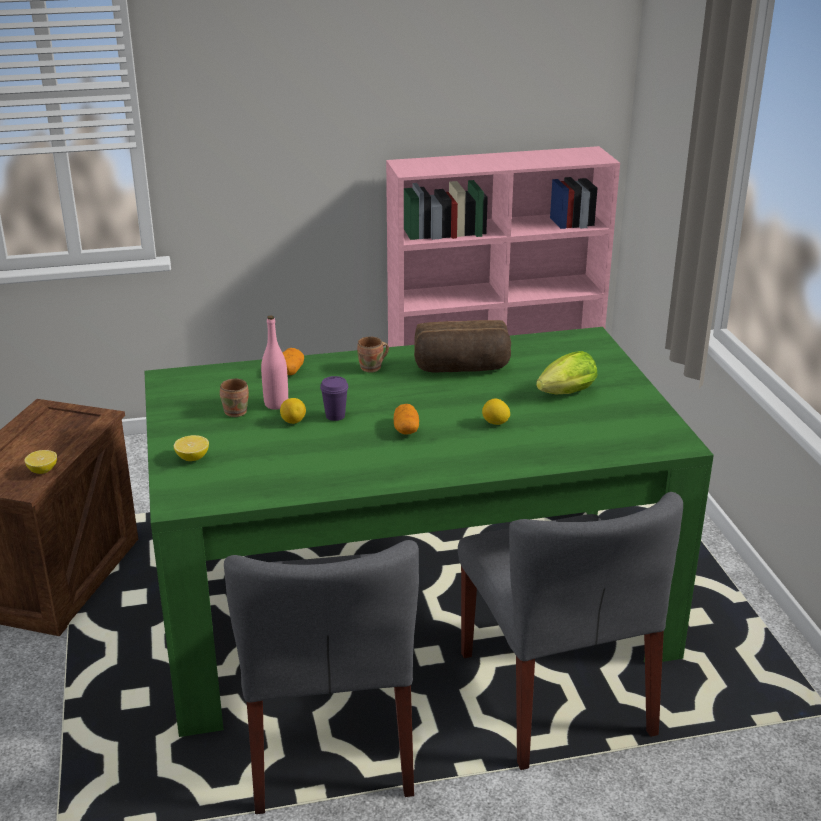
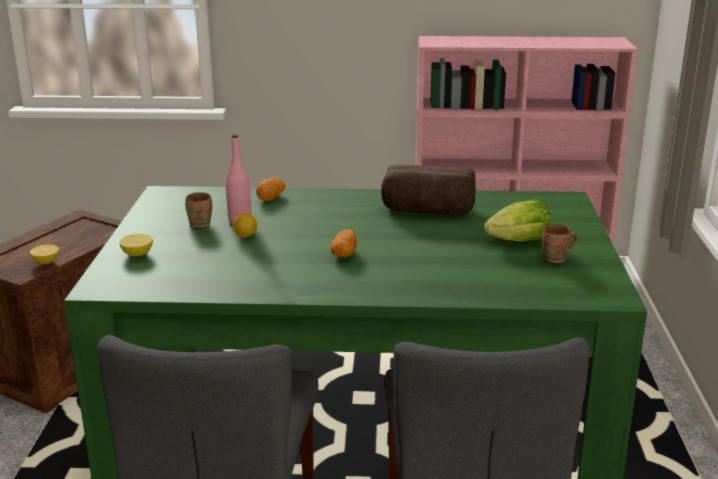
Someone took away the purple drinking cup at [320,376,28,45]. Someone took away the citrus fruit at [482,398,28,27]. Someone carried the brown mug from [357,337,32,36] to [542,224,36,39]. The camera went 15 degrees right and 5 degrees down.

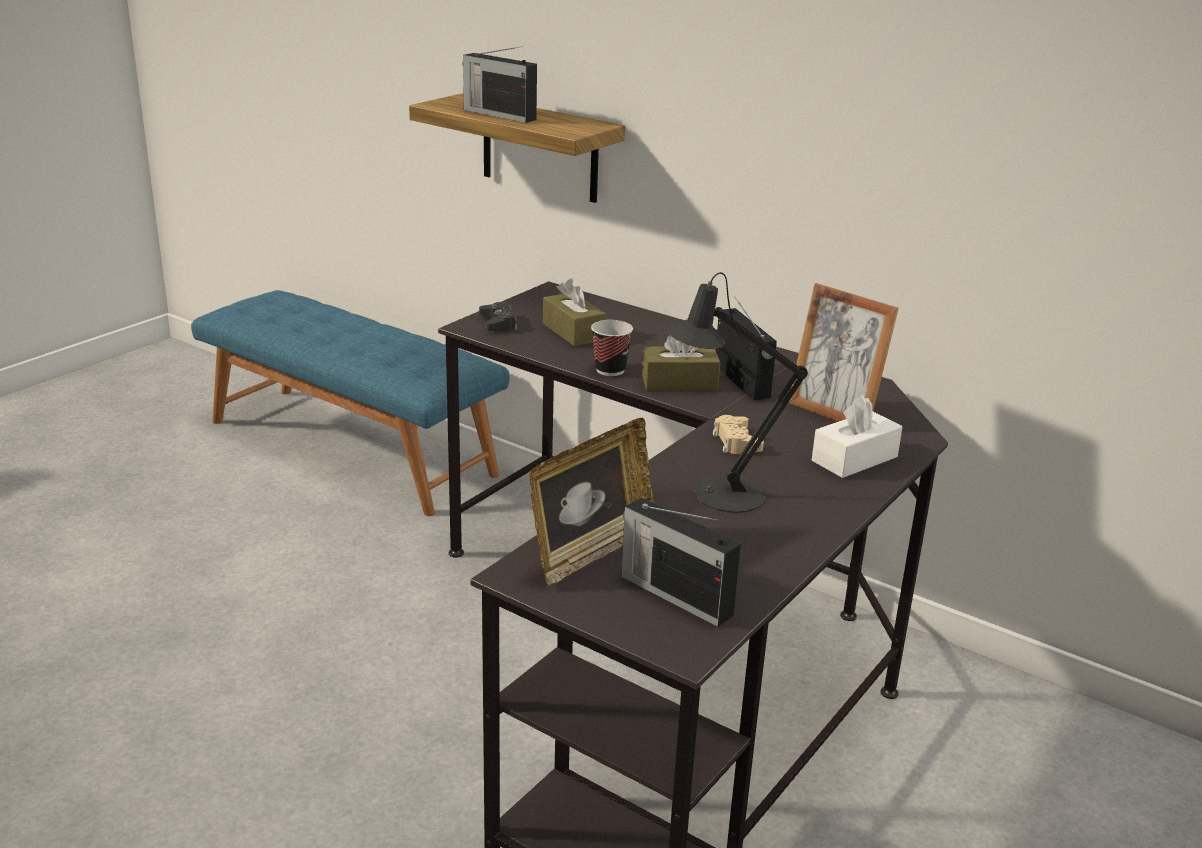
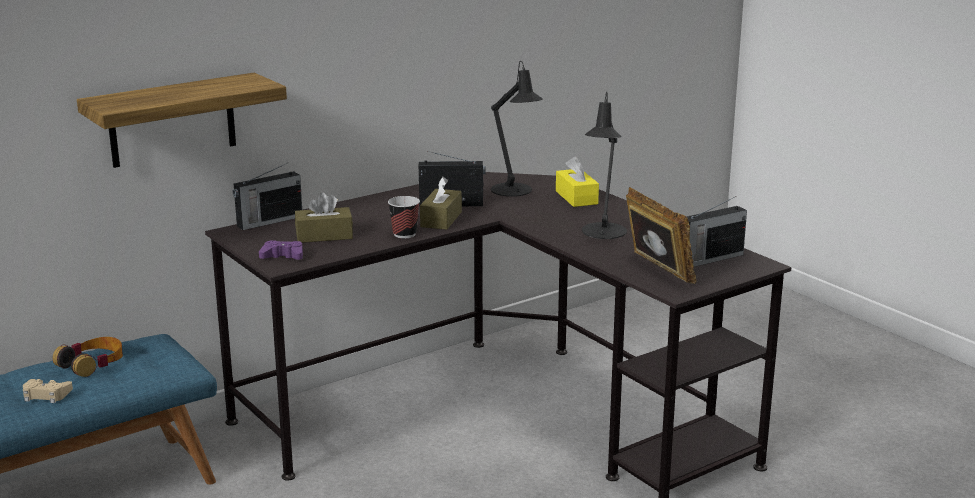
Someone put down the pair of headphones at [53,337,70,40]. Someone carried the radio receiver from [463,46,74,77] to [233,162,69,68]. Someone carried the beige game controller from [713,415,51,39] to [23,379,50,24]. Someone swapped the picture frame at [788,283,111,139] for the black tabletop lamp at [491,61,52,136]. Someone repainted the black game controller at [479,302,38,29], which became the purple game controller at [259,240,44,20]. Someone repainted the white-coloured box of tissues at [812,395,90,83], which became the yellowish box of tissues at [556,157,43,50]. The camera went 70 degrees left and 5 degrees down.

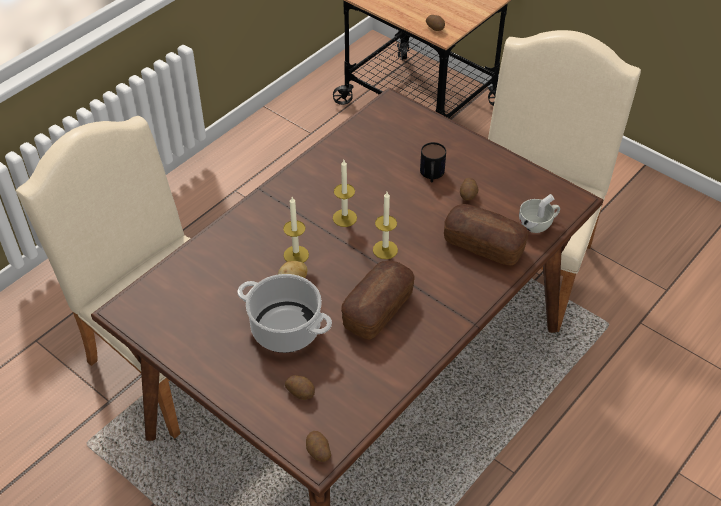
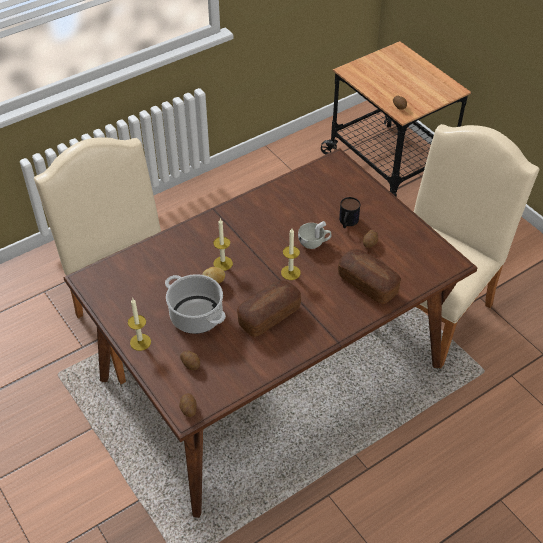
Someone carried the wax candle from [333,160,24,67] to [128,298,23,53]. Someone carried the white-coloured drinking cup from [519,194,41,39] to [298,221,34,28]. The camera went 15 degrees right and 0 degrees up.

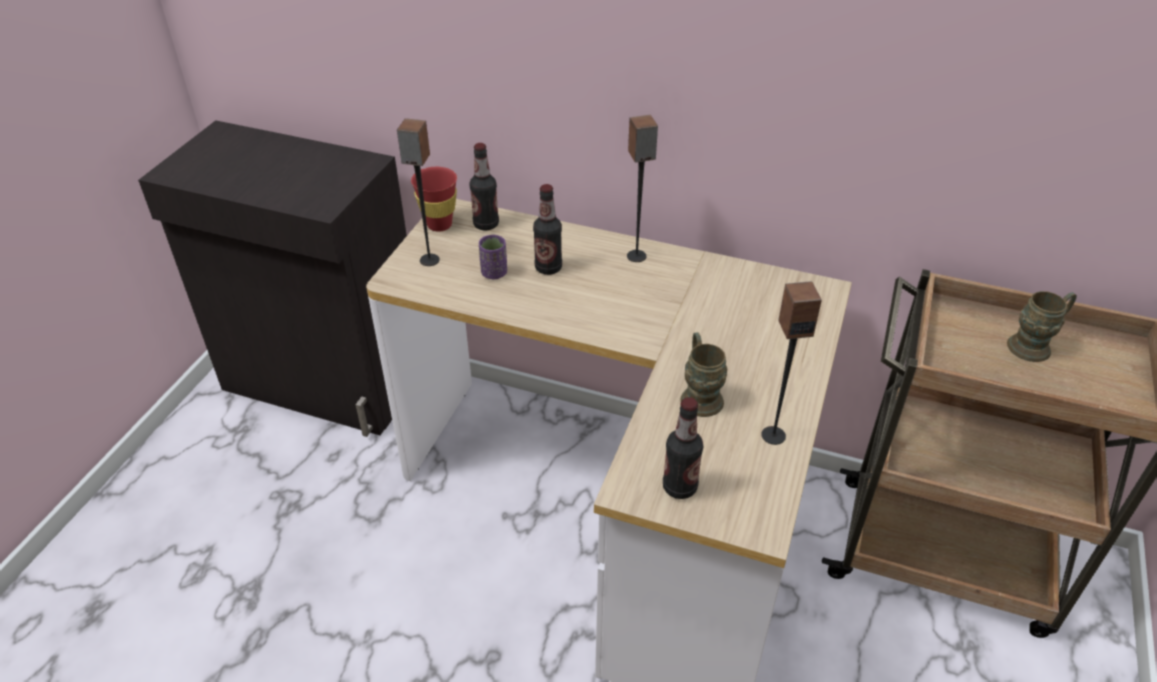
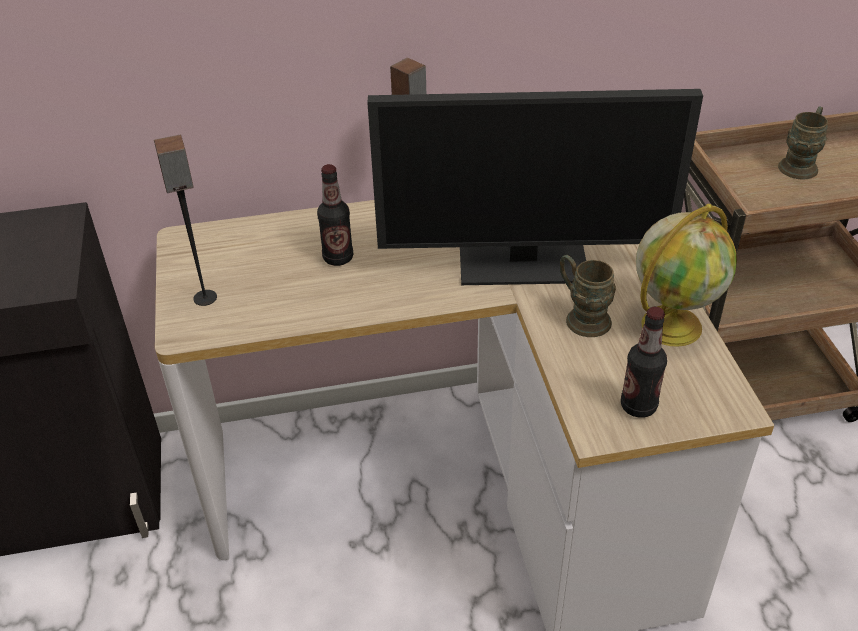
Someone took away the red-coloured drinking cup at [411,167,46,65]. Someone took away the beverage bottle at [469,143,30,87]. Someone took away the purple drinking cup at [479,235,28,44]. Someone put down the computer display at [367,89,336,196]. Someone swapped the audio speaker at [761,281,61,164] for the globe at [636,204,101,143]. The camera went 30 degrees left and 0 degrees up.

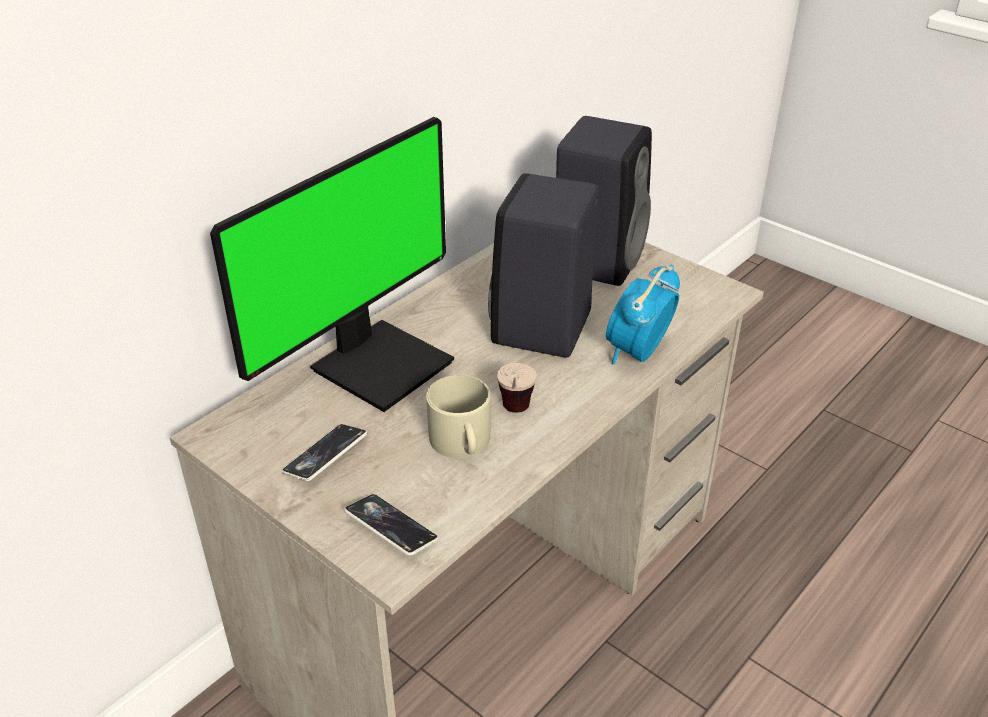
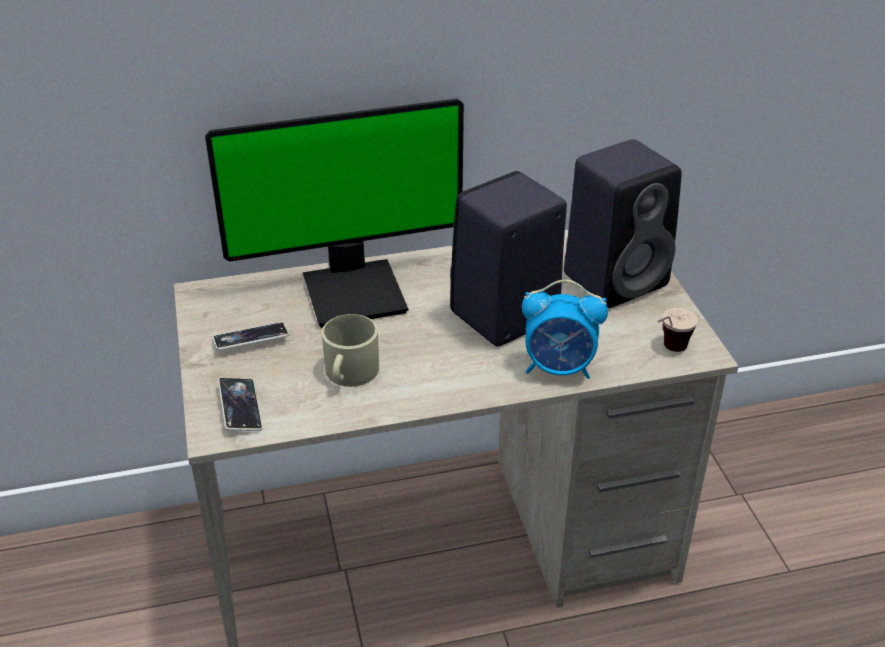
Someone carried the drinking cup from [497,363,40,50] to [658,308,40,44]. Someone rotated the alarm clock at [606,264,74,101] by 150 degrees counterclockwise. The camera went 35 degrees right and 0 degrees up.

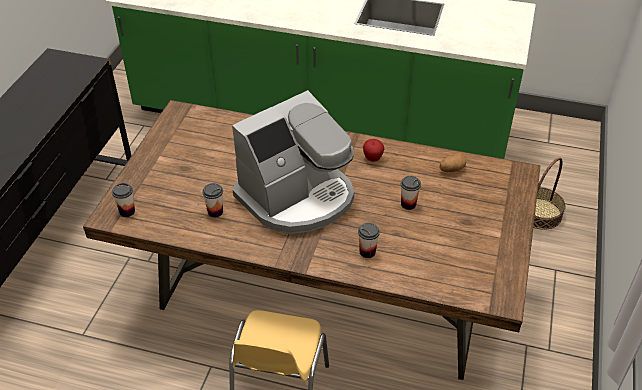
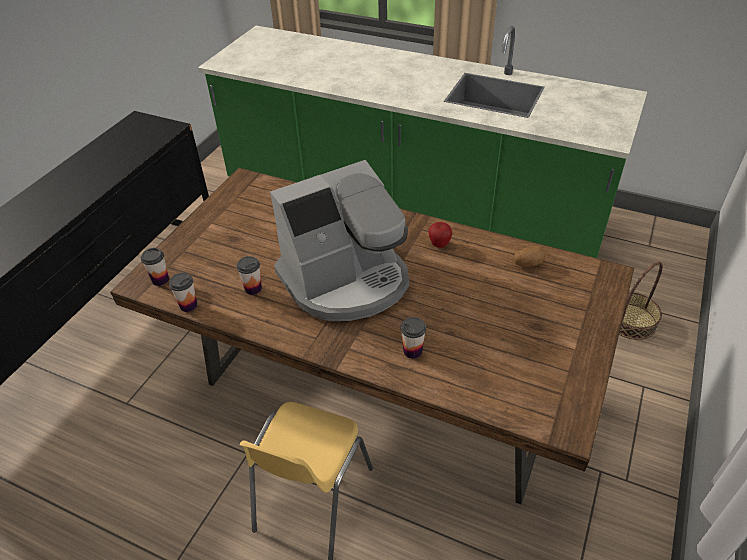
Someone carried the drinking cup from [401,176,20,34] to [169,273,28,39]. The camera went 10 degrees right and 0 degrees up.

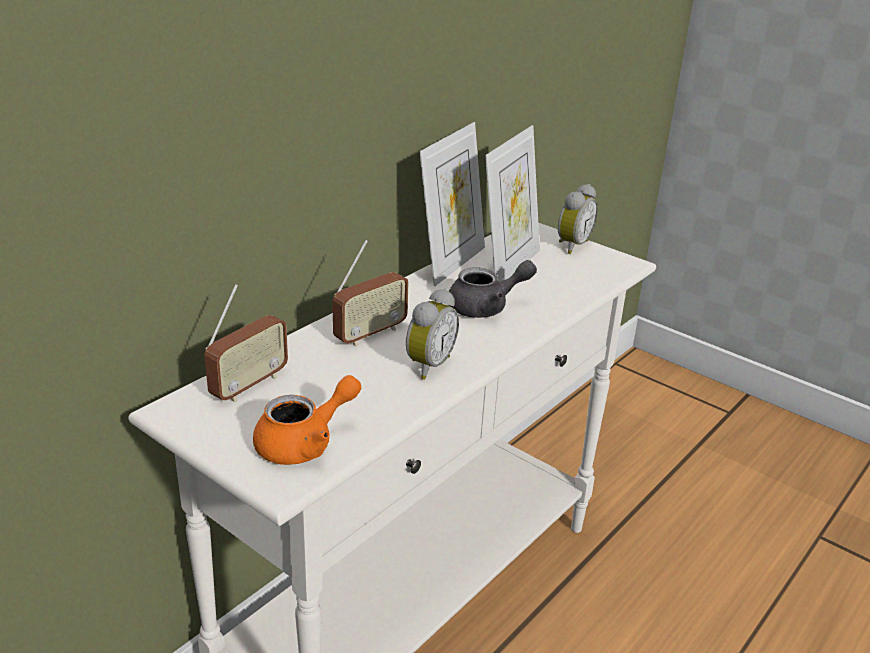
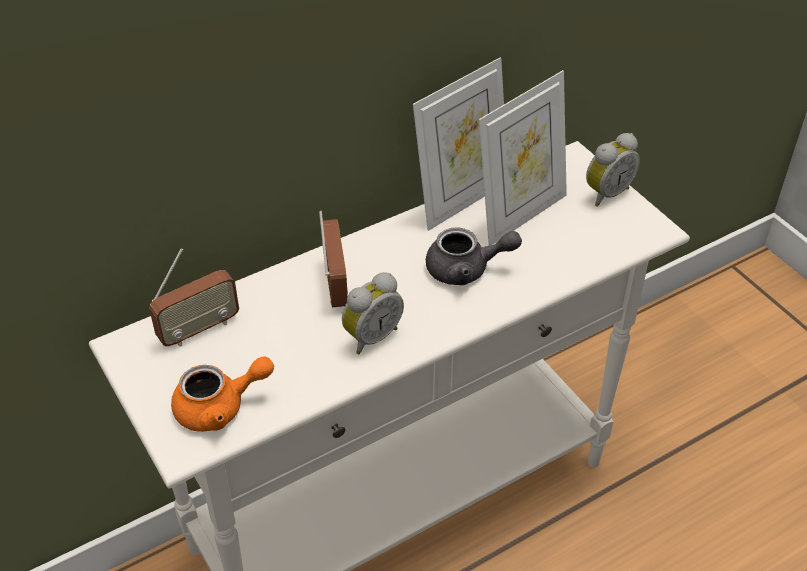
Someone rotated the radio receiver at [333,240,76,106] by 75 degrees counterclockwise. The camera went 20 degrees right and 15 degrees up.

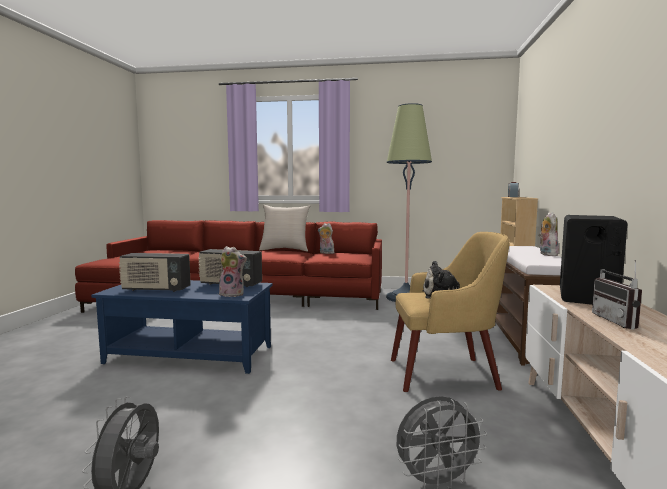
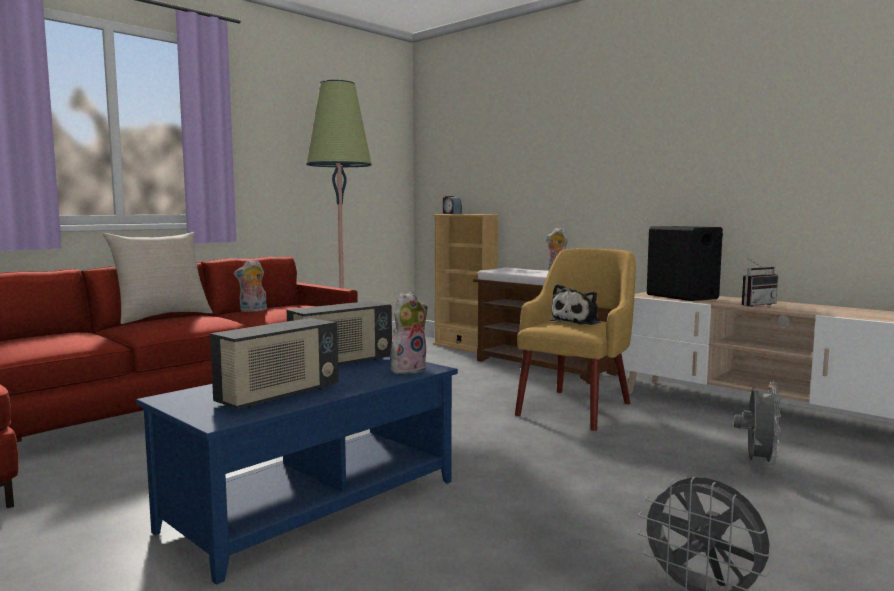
Someone rotated the radio receiver at [592,260,50,69] by 60 degrees counterclockwise. The camera went 55 degrees left and 0 degrees up.

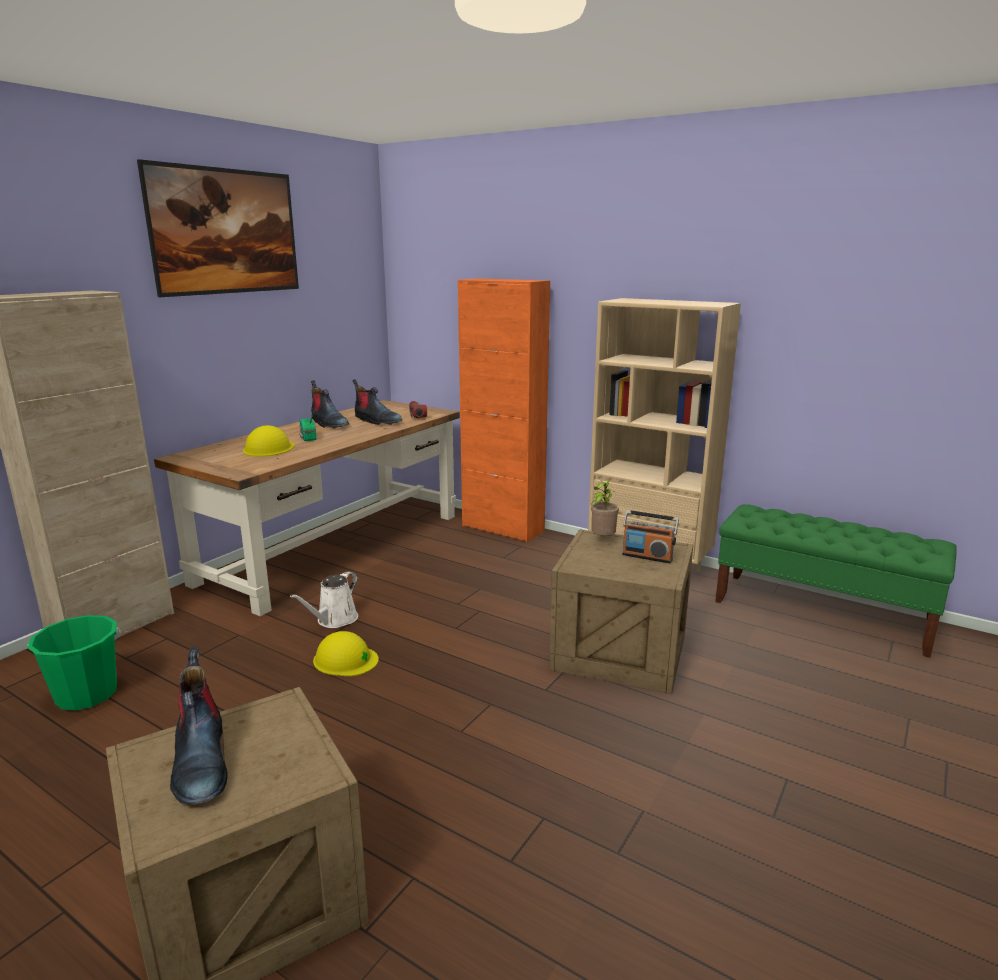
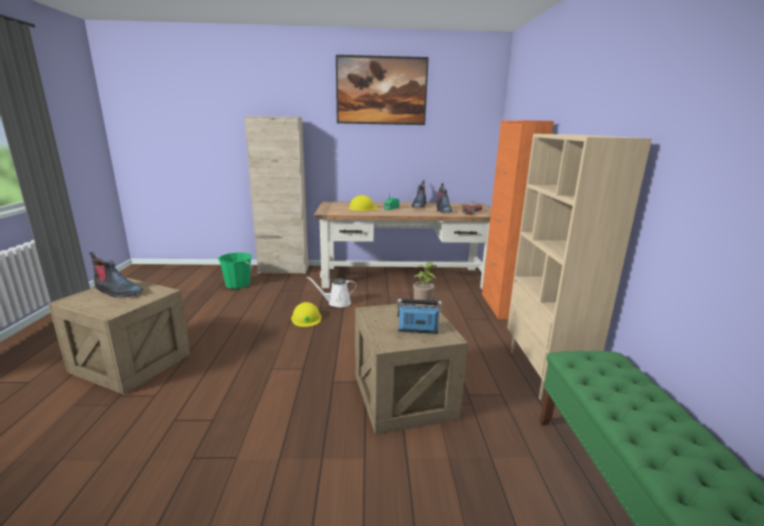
Someone rotated the boot at [170,647,58,158] by 105 degrees counterclockwise. Someone rotated the radio receiver at [622,510,57,53] by 105 degrees clockwise. The camera went 55 degrees right and 0 degrees up.

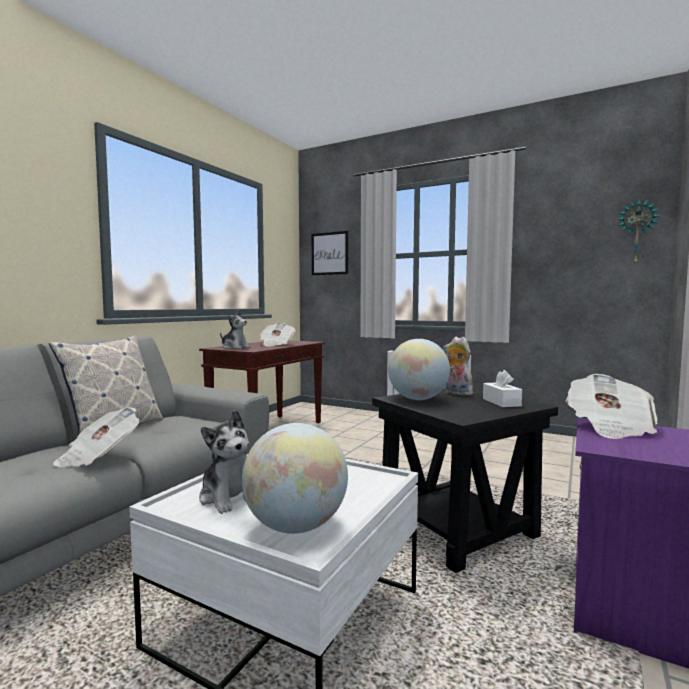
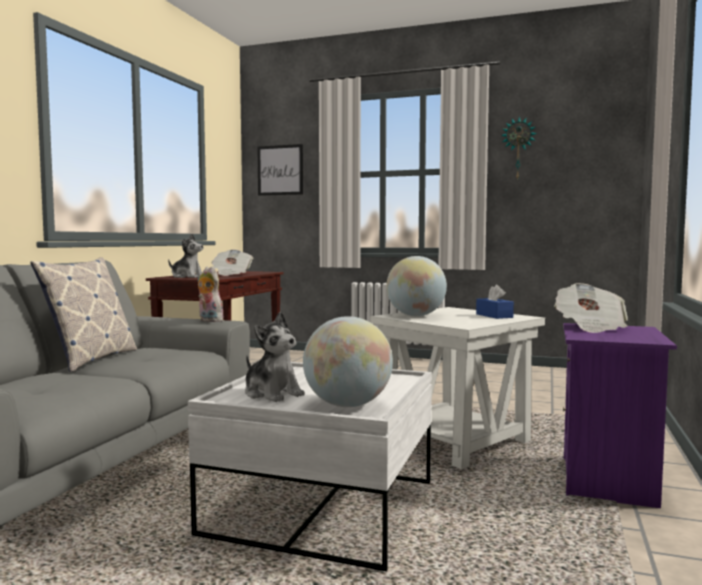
Someone took away the printed paper at [53,407,86,60]. Someone carried the soft toy from [443,337,30,59] to [198,266,25,56]. Someone carried the clock on the wall from [617,199,42,67] to [501,116,36,65]. Someone repainted the black end table at [372,388,186,185], which became the white-coloured end table at [370,307,175,162]. Someone repainted the white-coloured box of tissues at [483,370,39,37], which became the blue box of tissues at [476,285,38,34]. The camera went 10 degrees left and 0 degrees up.

